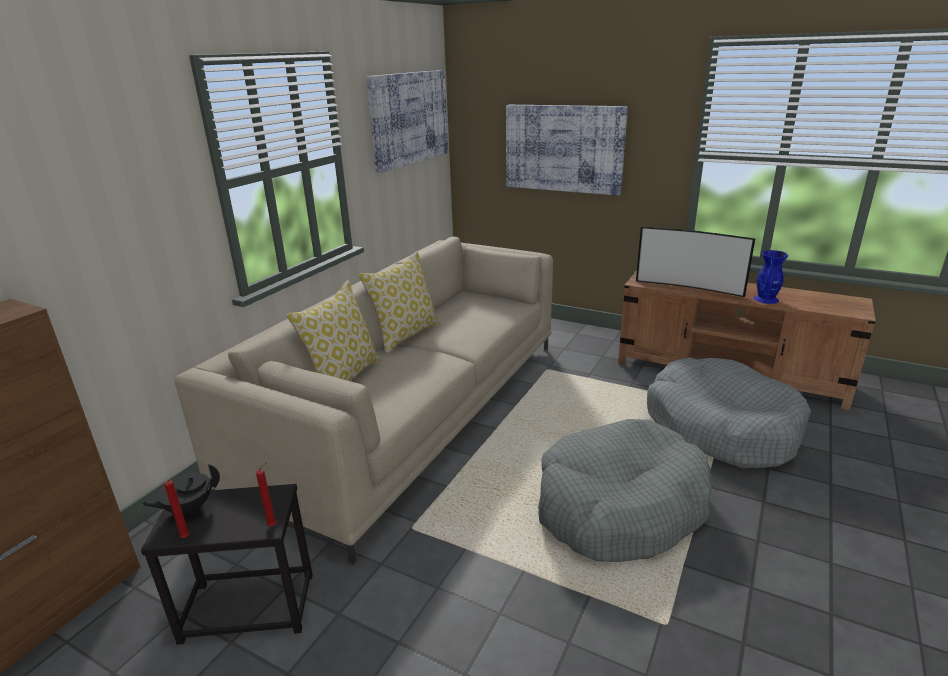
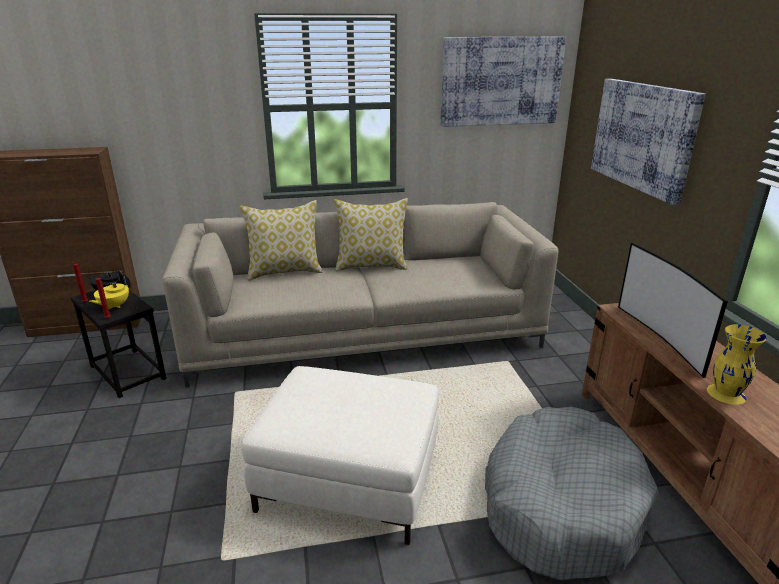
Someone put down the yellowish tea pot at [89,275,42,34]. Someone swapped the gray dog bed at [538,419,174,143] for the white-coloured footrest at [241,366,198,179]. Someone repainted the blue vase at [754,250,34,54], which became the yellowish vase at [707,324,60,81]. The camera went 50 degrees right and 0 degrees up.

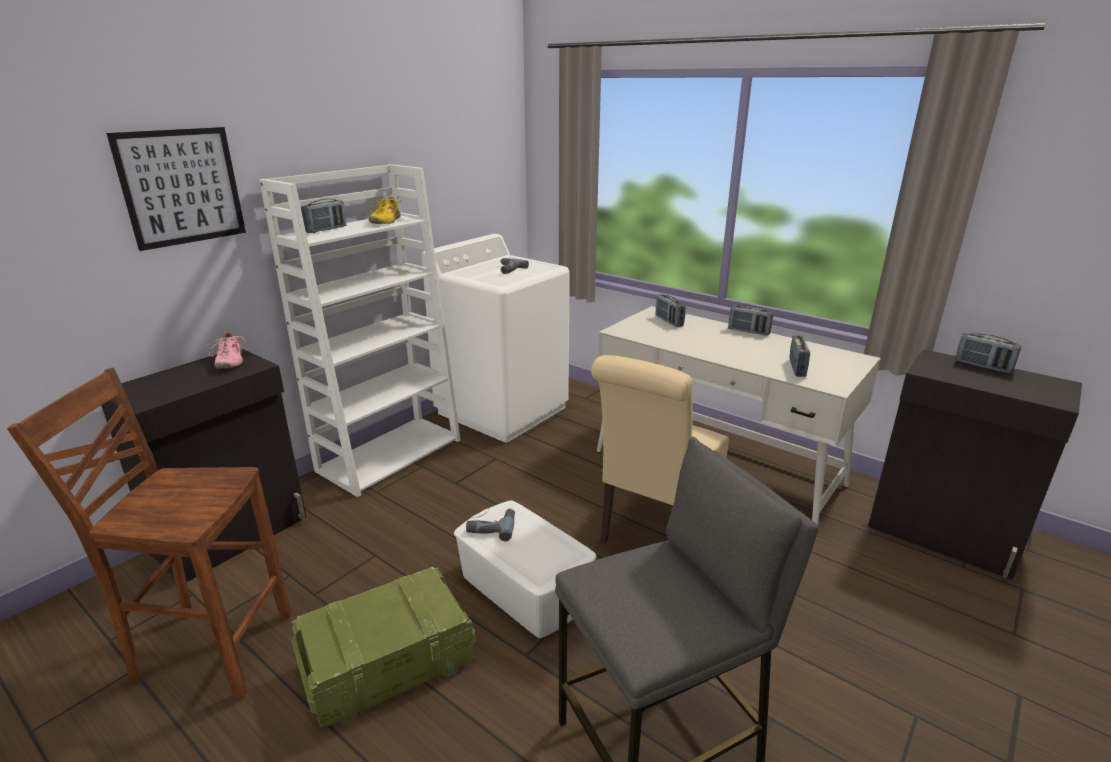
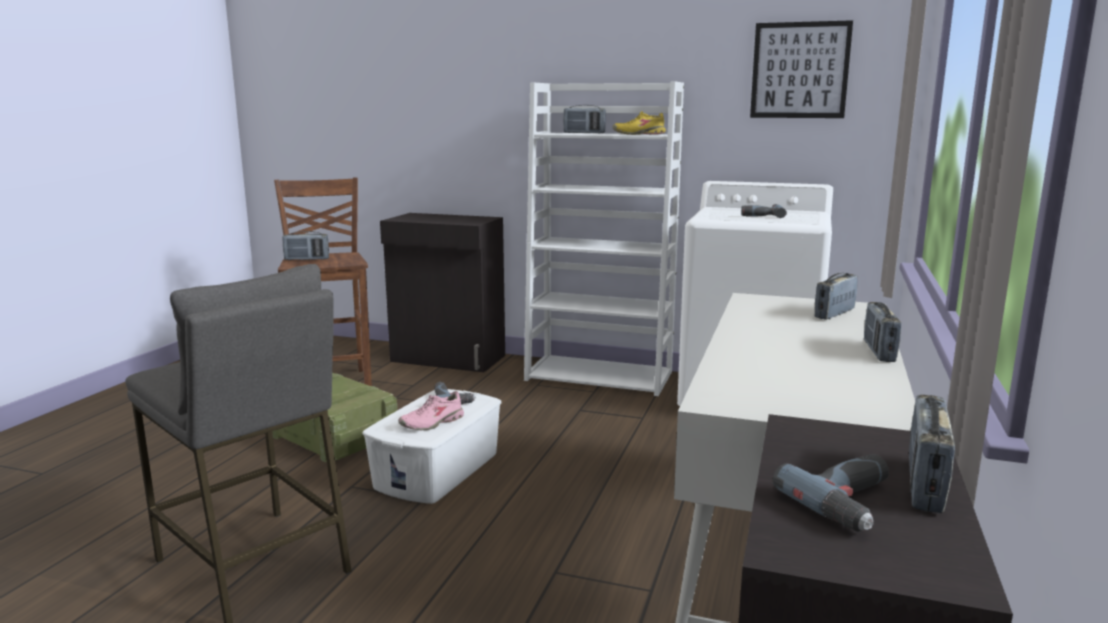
Someone took away the beige upright chair at [591,355,138,190]. Someone put down the electric drill at [773,454,116,78]. Someone carried the wall picture from [106,127,140,124] to [750,20,103,98]. Someone carried the pinkish item of footwear from [207,330,38,39] to [399,391,65,39]. Someone carried the radio receiver from [790,335,20,42] to [282,231,47,29]. The camera went 70 degrees right and 10 degrees down.

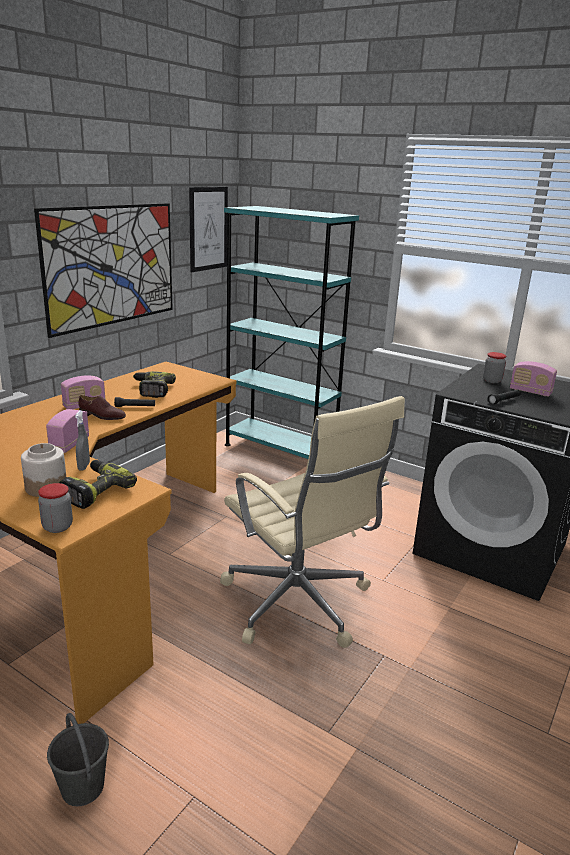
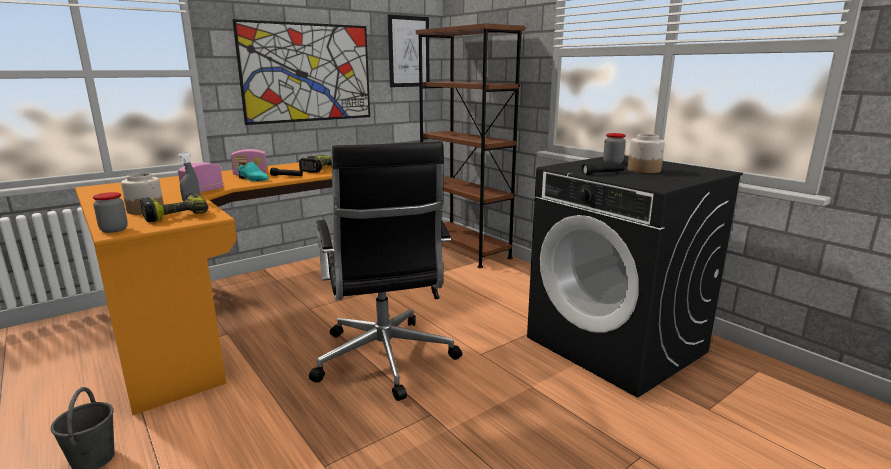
Someone swapped the radio receiver at [510,361,47,36] for the jar at [628,134,37,39]. Someone repainted the brown item of footwear at [78,395,48,25], which became the blue-green item of footwear at [238,162,31,19]. Someone repainted the beige office chair at [220,396,185,252], which became the black office chair at [309,141,153,260]. Someone repainted the blue-green bookshelf at [224,206,135,253], which became the brown bookshelf at [416,23,109,245]. The camera went 20 degrees right and 5 degrees down.

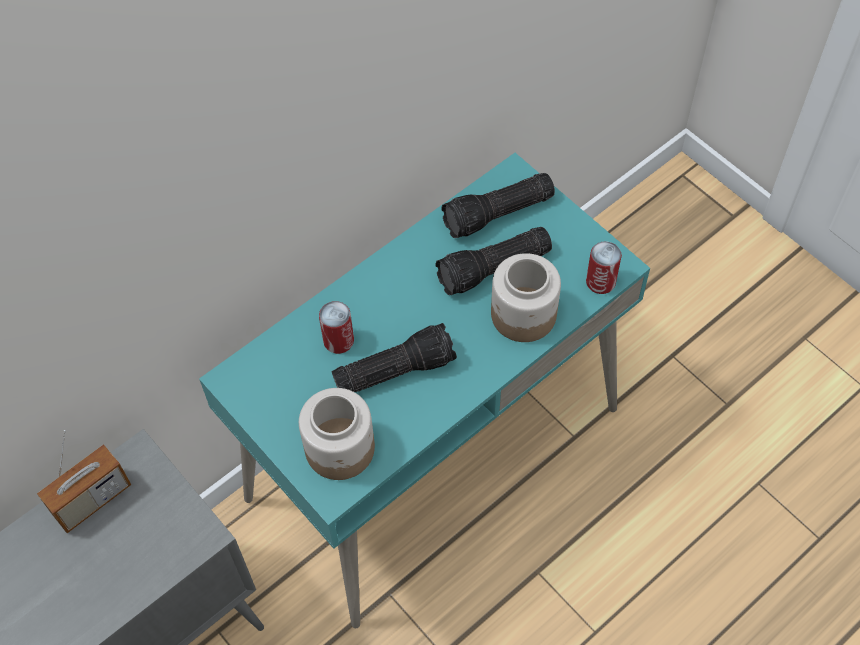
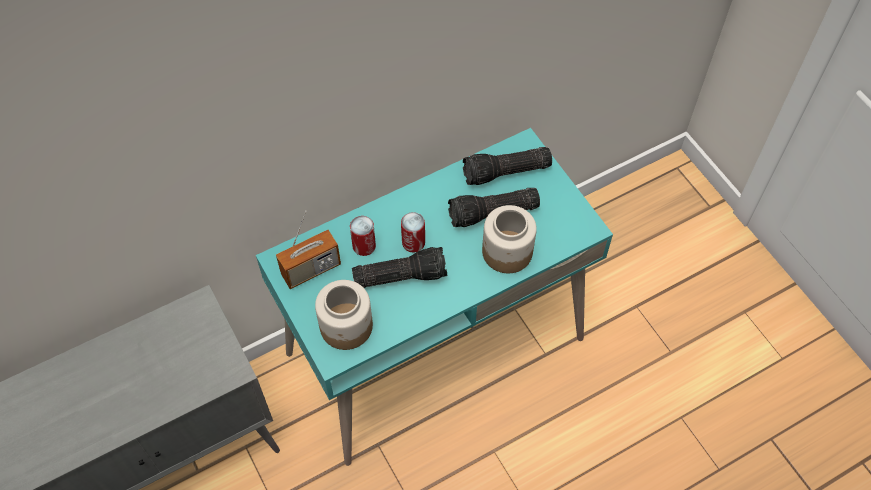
Someone carried the radio receiver from [37,430,94,103] to [276,211,65,78]. Someone carried the can from [586,241,36,53] to [401,212,24,41]. The camera went 10 degrees right and 0 degrees up.

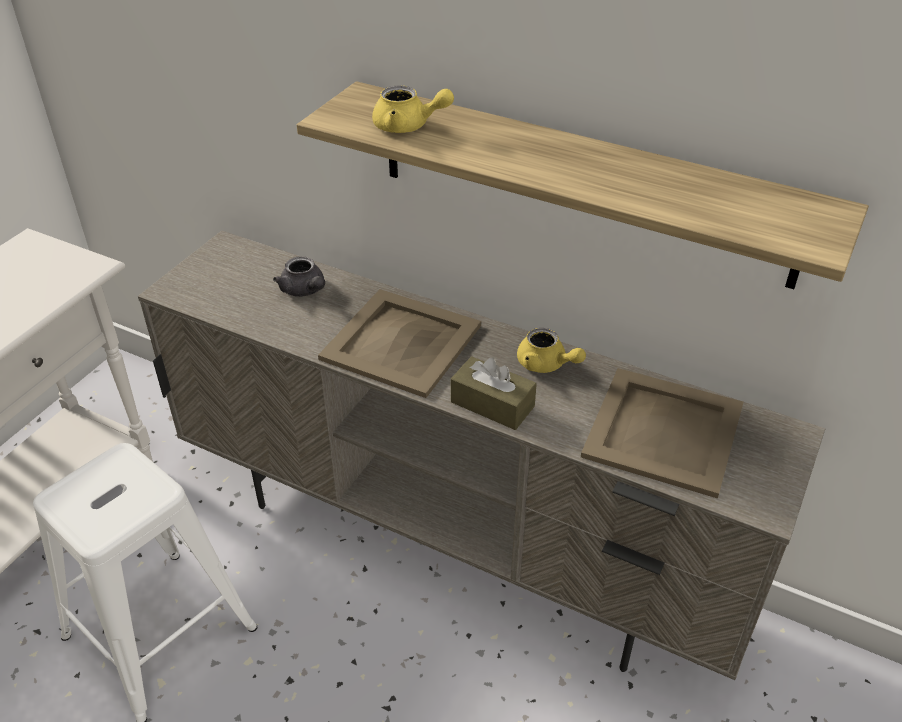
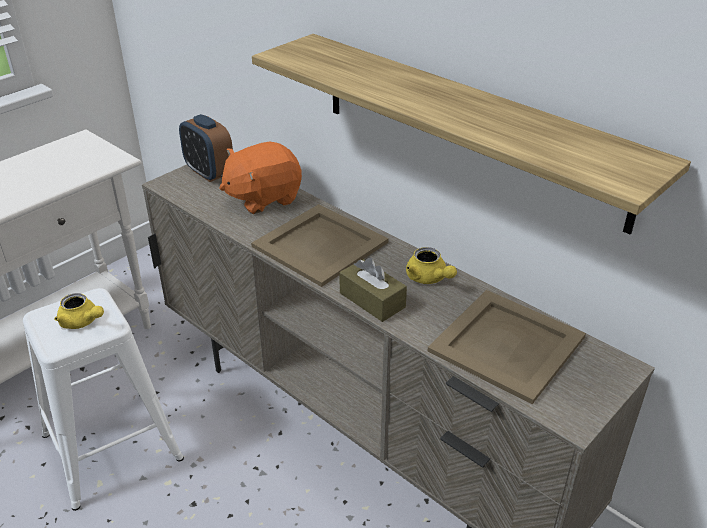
Someone put down the alarm clock at [179,114,54,68]. Someone carried the yellowish tea pot from [372,85,82,48] to [54,293,50,36]. Someone swapped the gray tea pot at [273,256,52,41] for the orangey soft toy at [220,141,82,73]. The camera went 15 degrees right and 5 degrees down.

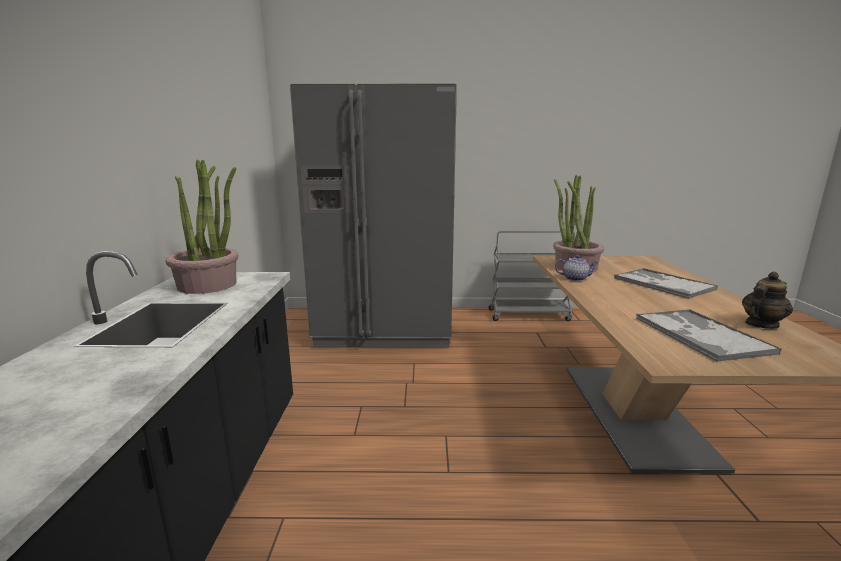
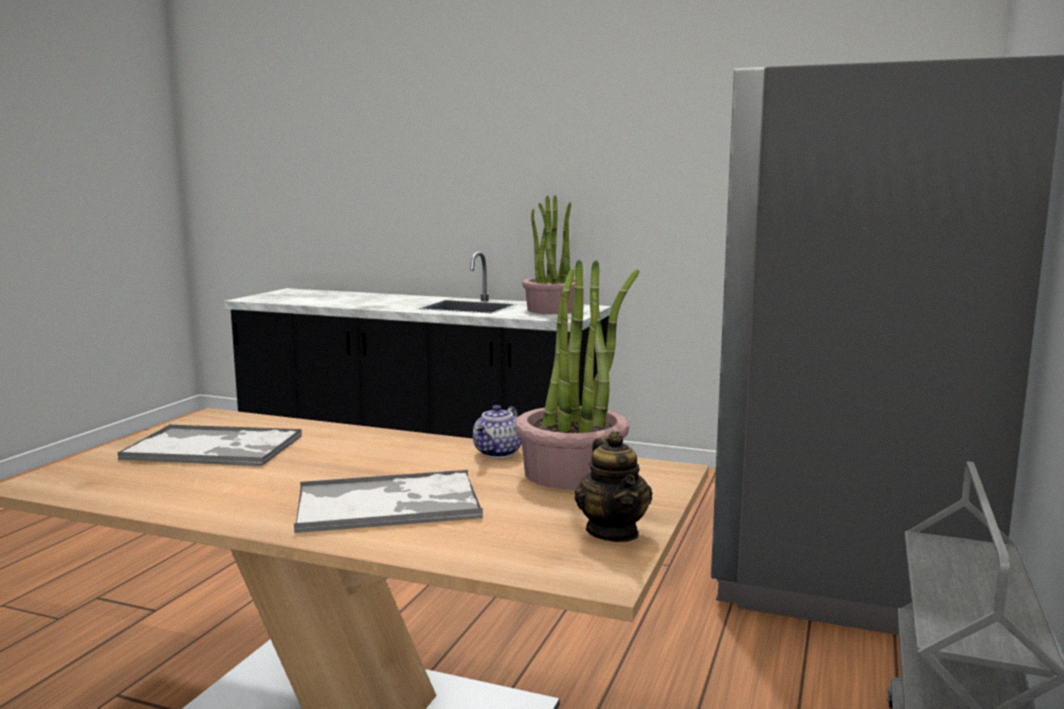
Someone carried the tea pot from [742,272,51,57] to [575,431,77,111]. The camera went 110 degrees right and 5 degrees down.

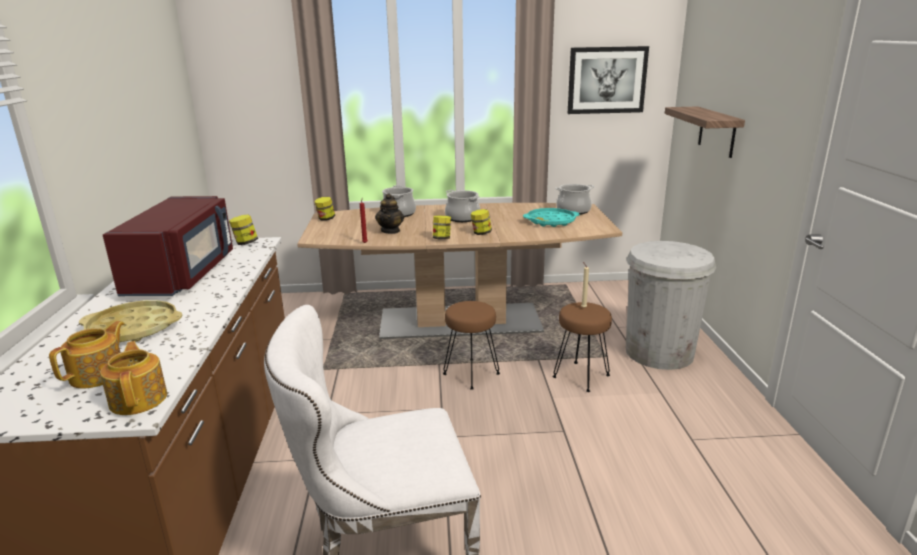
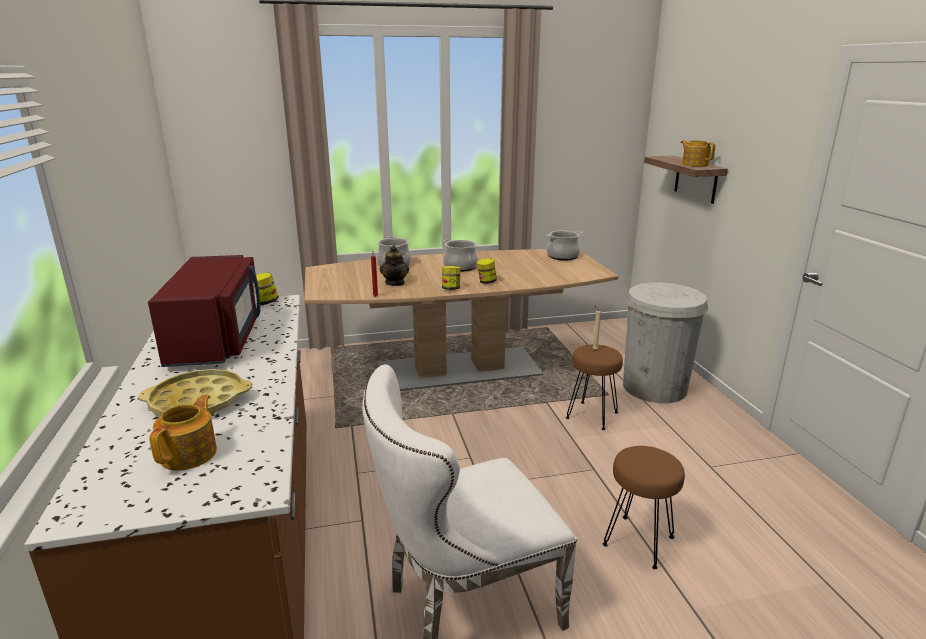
Someone took away the jar at [314,197,21,23]. Someone took away the blue-green carrying tray at [523,208,56,19]. Someone took away the wall picture at [568,46,81,68]. Someone carried the tea pot from [100,341,67,74] to [681,140,34,27]. Someone carried the brown sitting stool from [443,301,57,89] to [602,446,83,123]. The camera went 10 degrees left and 0 degrees up.

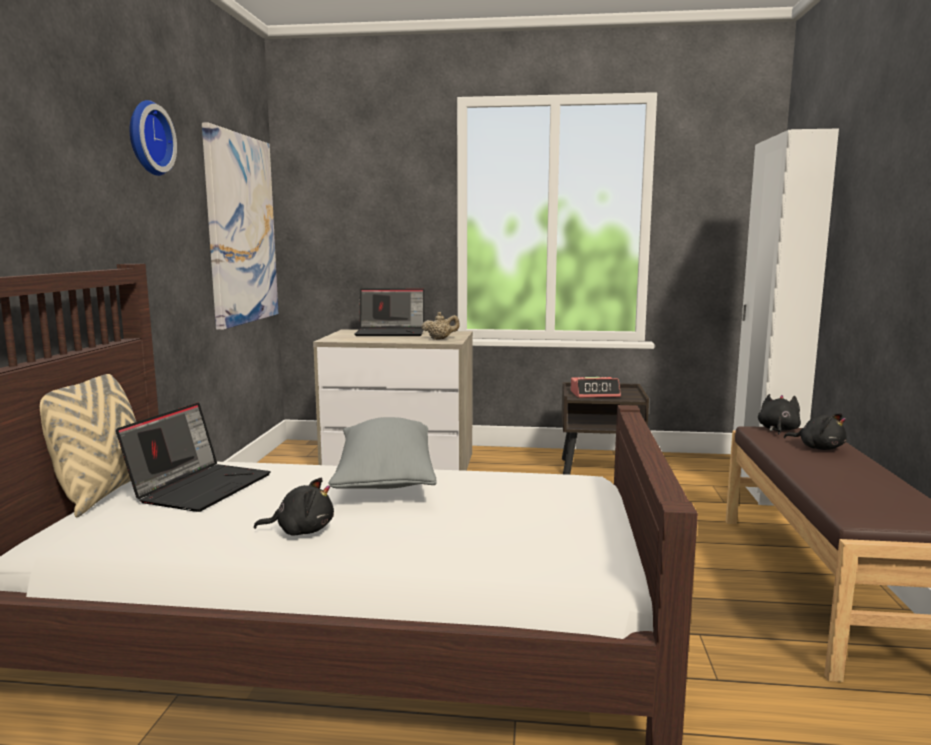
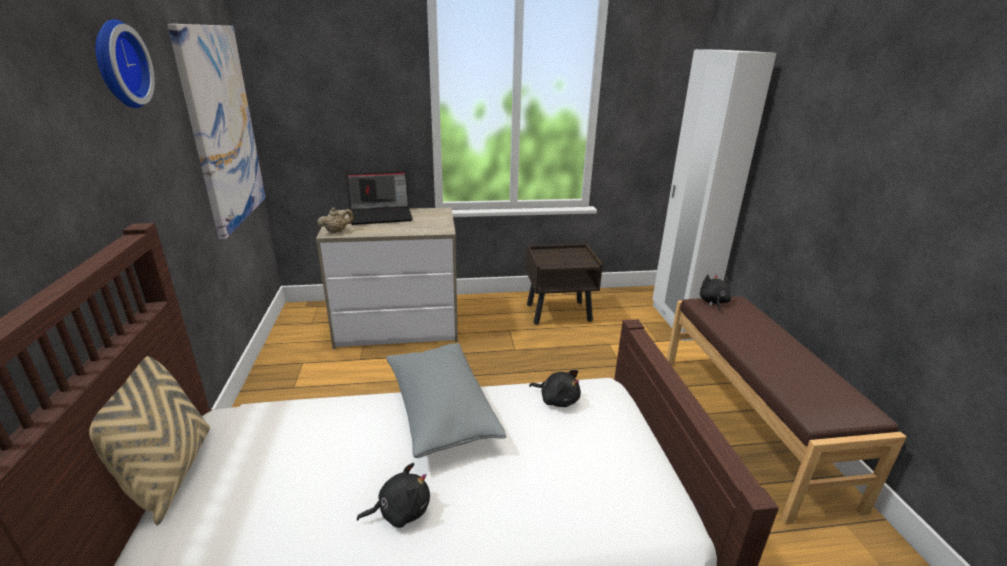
Someone took away the notebook computer at [116,403,155,109]. Someone took away the alarm clock at [571,377,50,21]. Someone carried the beige tea pot from [421,312,38,28] to [317,208,37,25]. Someone carried the black soft toy from [784,413,63,37] to [529,370,52,37]. The camera went 15 degrees left and 15 degrees up.

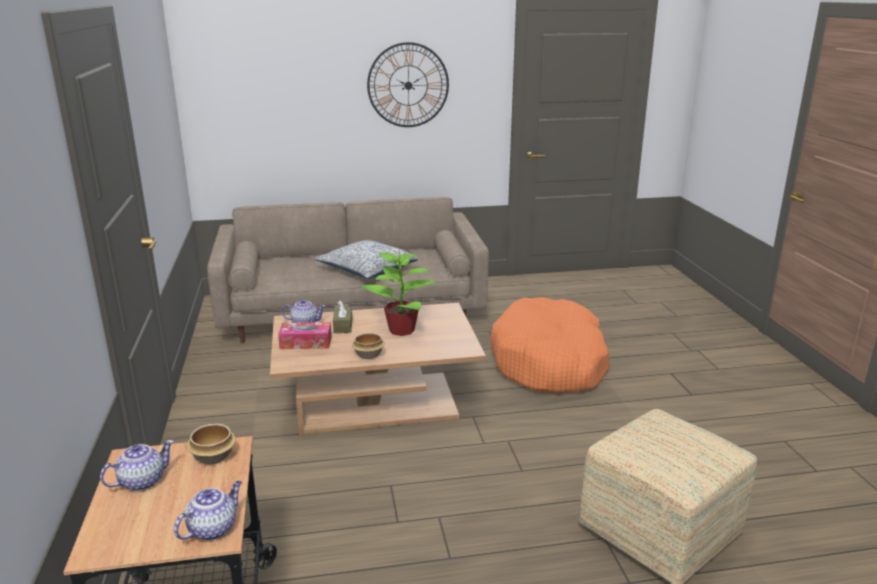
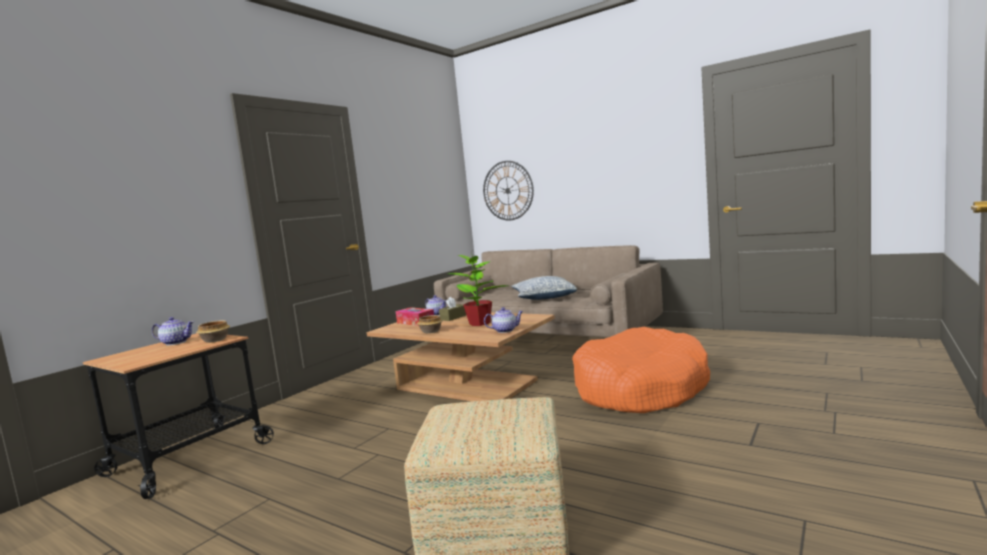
Someone carried the tea pot from [174,481,68,60] to [484,307,39,26]. Someone carried the clock on the wall from [367,42,82,85] to [483,161,51,59]. The camera went 45 degrees right and 15 degrees down.

